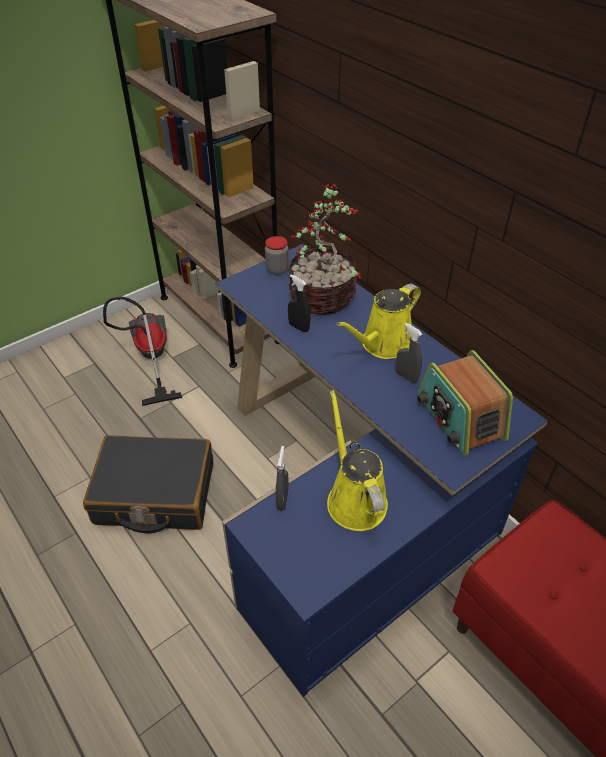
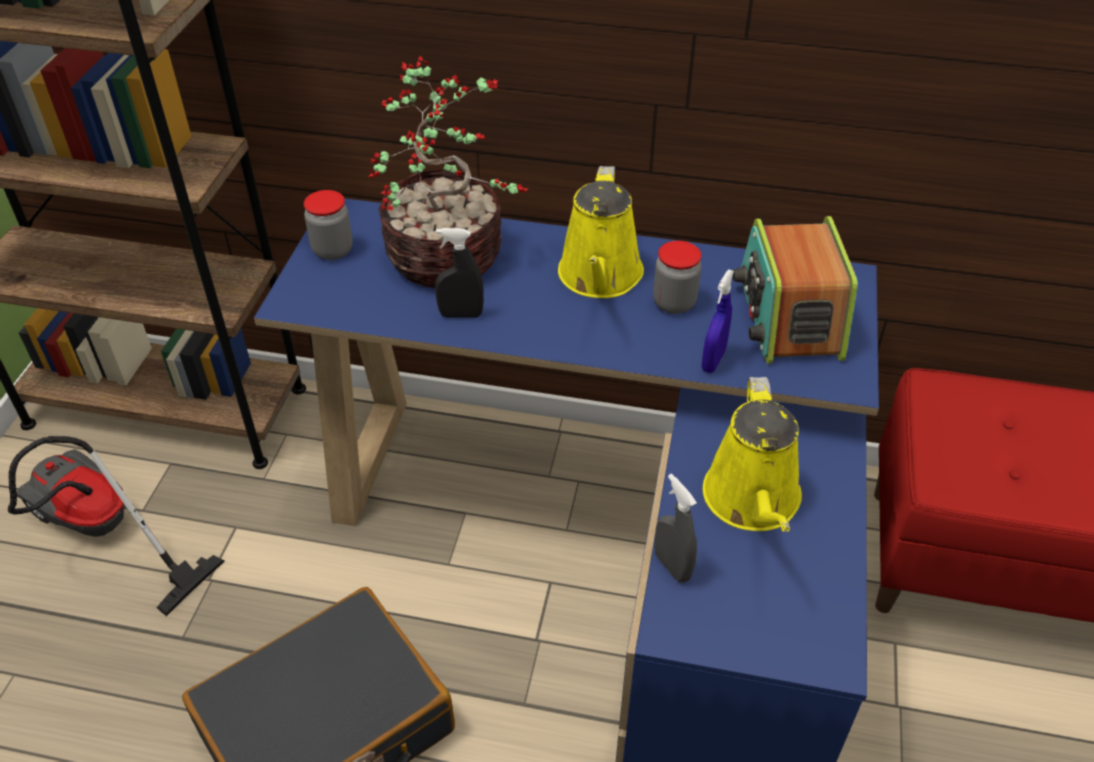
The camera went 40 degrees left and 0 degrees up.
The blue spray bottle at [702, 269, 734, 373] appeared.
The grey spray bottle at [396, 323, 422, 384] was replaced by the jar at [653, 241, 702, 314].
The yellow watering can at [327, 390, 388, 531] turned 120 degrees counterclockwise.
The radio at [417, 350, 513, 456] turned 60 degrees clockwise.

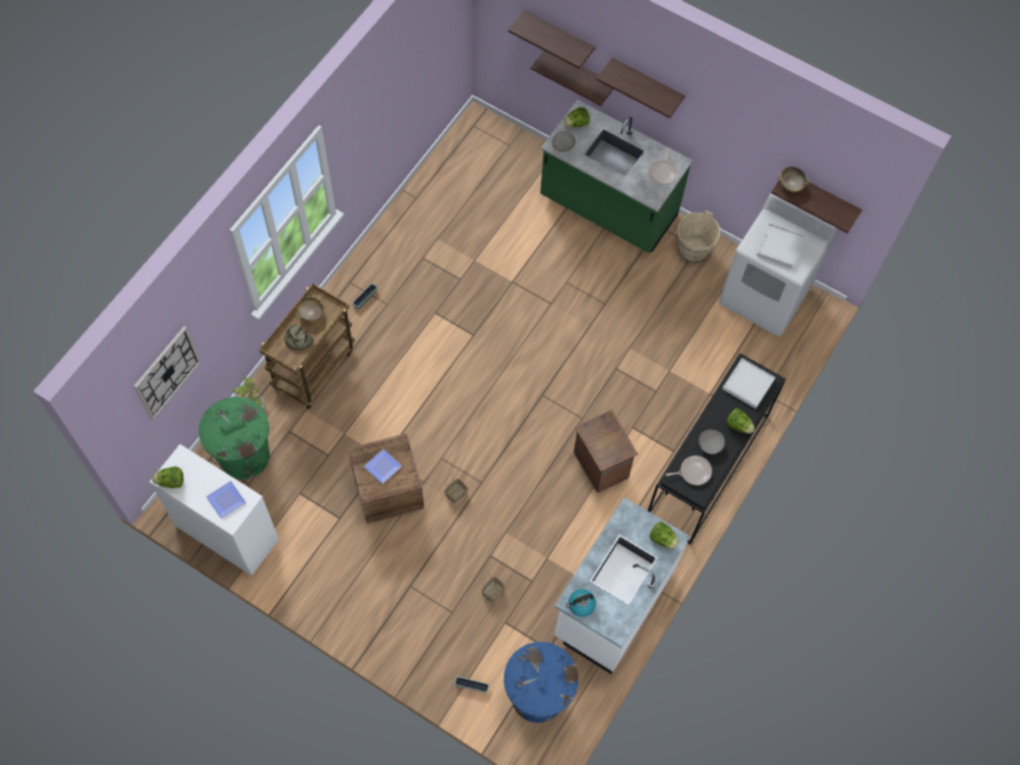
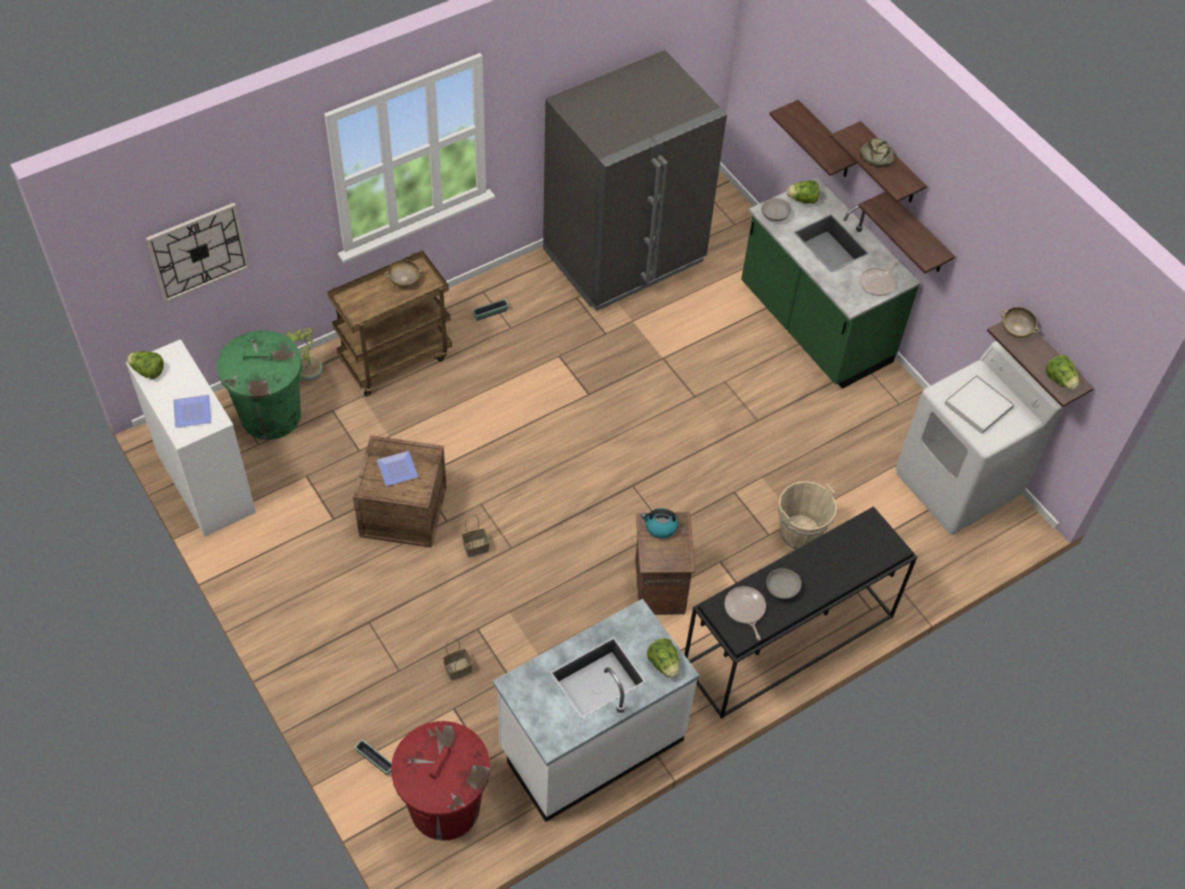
The camera went 25 degrees right and 10 degrees down.
The white tray at [722, 358, 776, 409] disappeared.
The grey fridge at [543, 50, 727, 311] appeared.
The bread moved from [284, 324, 314, 350] to [859, 138, 894, 167].
The shelf moved from [508, 10, 595, 69] to [859, 192, 955, 274].
The kettle moved from [566, 589, 596, 617] to [641, 508, 678, 539].
The beige bucket moved from [677, 211, 720, 263] to [778, 481, 837, 549].
The lettuce moved from [726, 408, 755, 434] to [1046, 355, 1079, 390].
The blue trash can at [504, 642, 579, 723] became the red trash can at [391, 721, 490, 841].
The frying pan at [665, 455, 712, 485] turned 120 degrees counterclockwise.

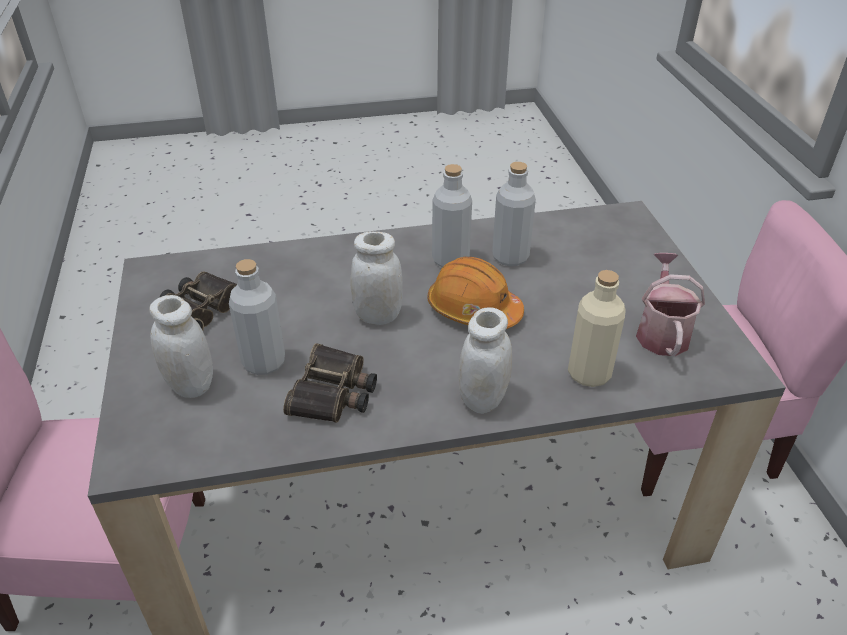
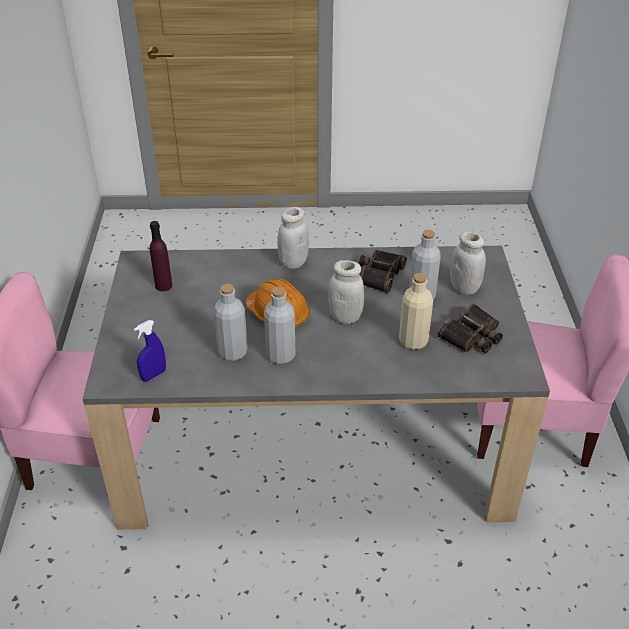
The camera went 170 degrees left and 0 degrees up.
The blue spray bottle at [134, 320, 166, 382] appeared.
The beige bottle moved from [568, 270, 626, 387] to [399, 273, 433, 350].
The watering can at [636, 253, 705, 356] was replaced by the purple bottle at [150, 221, 172, 291].

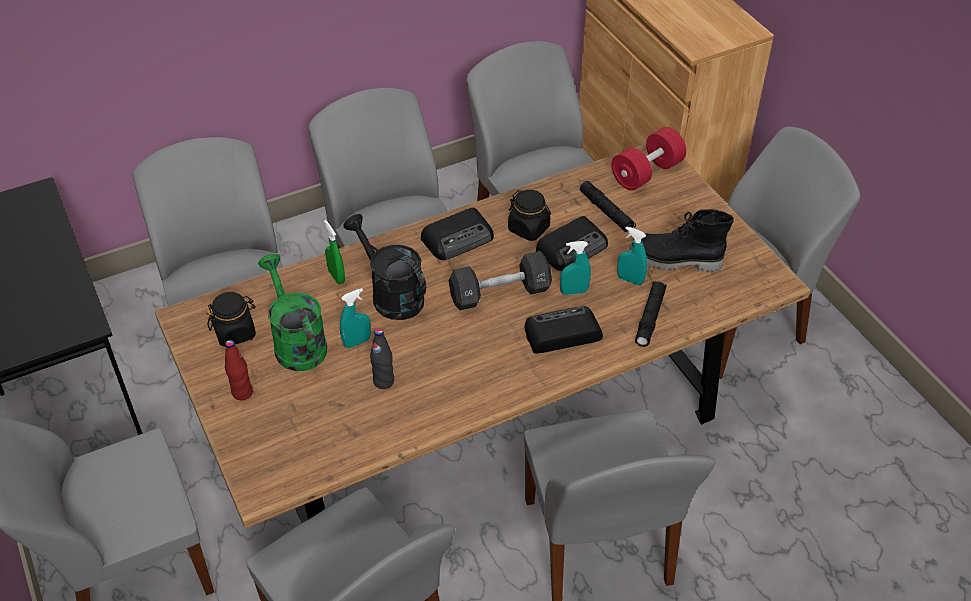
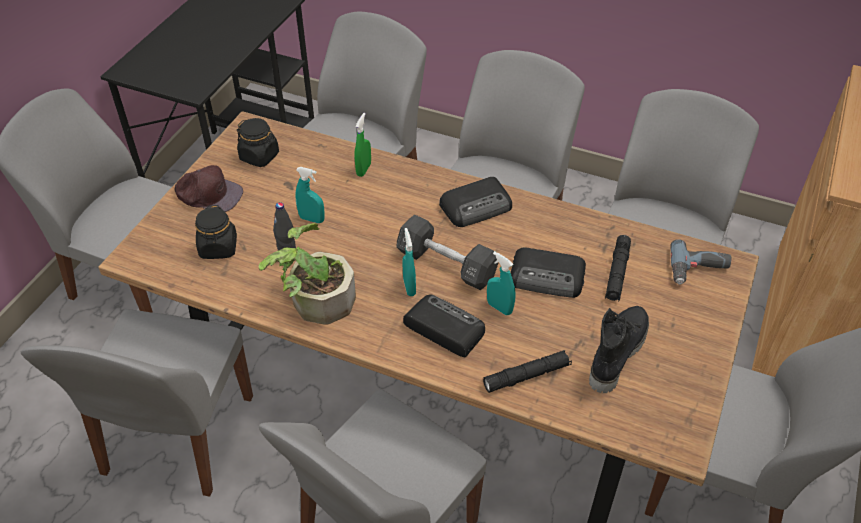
The camera went 50 degrees right and 0 degrees up.
The green watering can at [258, 254, 327, 371] disappeared.
The black watering can at [343, 214, 426, 320] disappeared.
The potted plant at [259, 223, 356, 325] appeared.
The black jar moved from [508, 190, 551, 241] to [195, 205, 237, 259].
The turquoise spray bottle moved from [617, 226, 647, 285] to [402, 228, 416, 296].
The red bottle at [225, 340, 253, 400] was replaced by the brown cap at [175, 165, 243, 212].
The red dumbbell at [612, 127, 686, 190] was replaced by the power drill at [670, 239, 731, 284].
The radio at [421, 208, 494, 260] turned 45 degrees counterclockwise.
The black boot at [629, 209, 734, 272] turned 60 degrees clockwise.

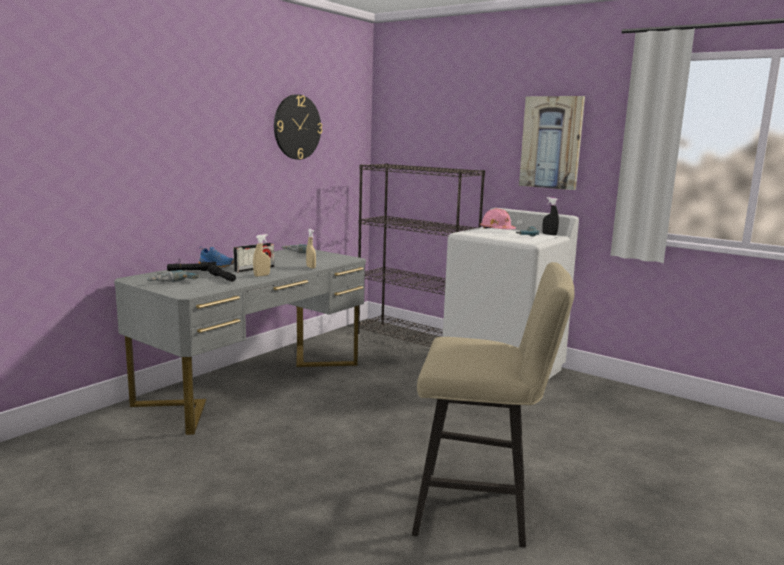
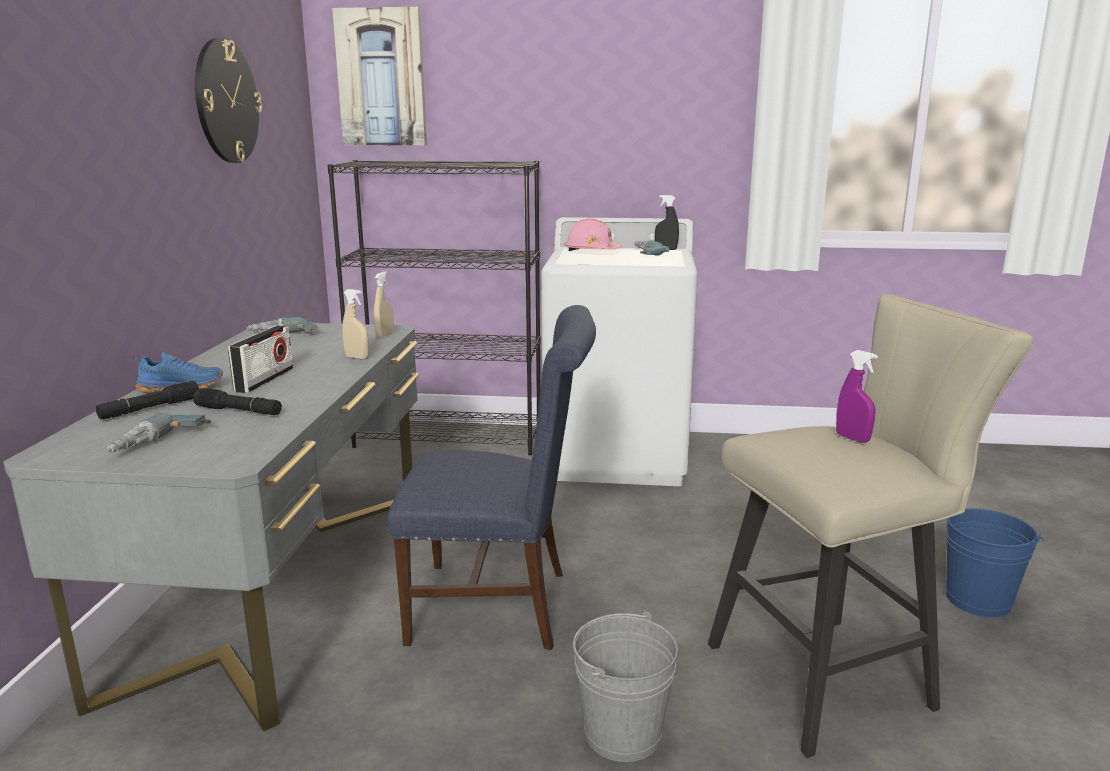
The camera went 30 degrees left and 5 degrees up.
The blue chair at [387, 305, 596, 650] appeared.
The grey bucket at [573, 611, 678, 762] appeared.
The purple spray bottle at [836, 350, 878, 443] appeared.
The blue bucket at [946, 508, 1044, 617] appeared.
The beige spray bottle moved from [253, 234, 271, 277] to [374, 271, 394, 338].
The picture moved from [519, 96, 585, 190] to [332, 7, 427, 145].

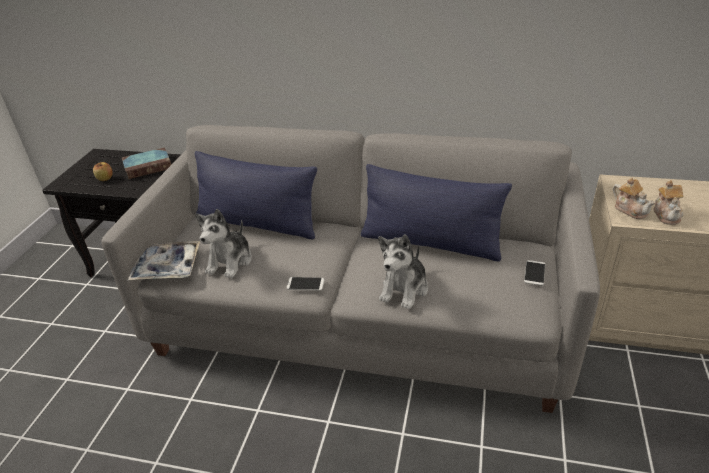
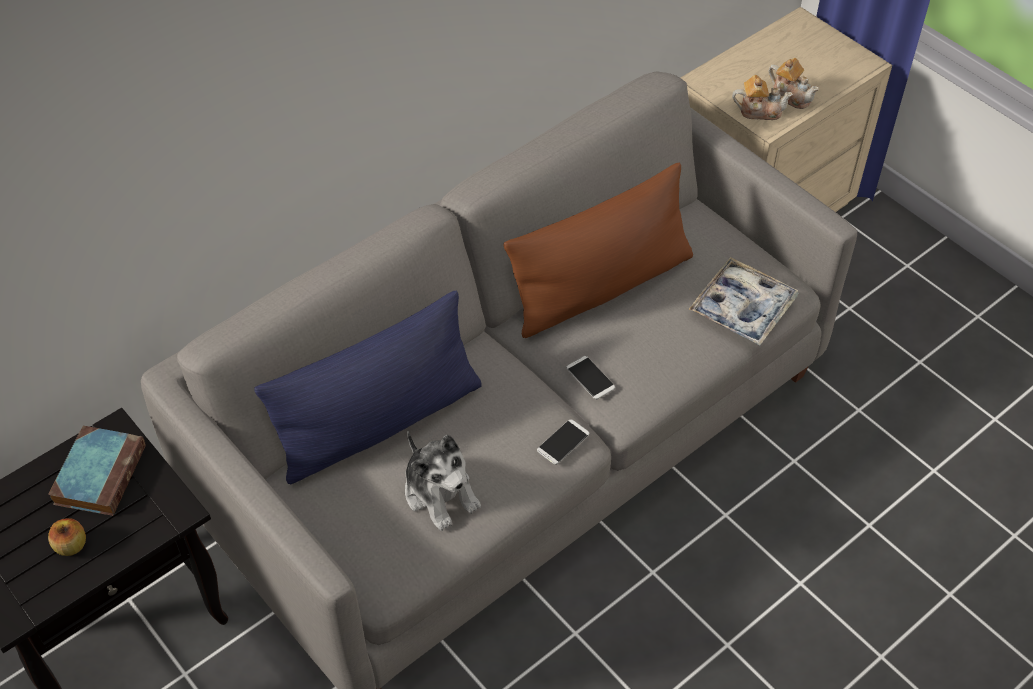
The camera went 55 degrees left and 15 degrees up.
The plush toy at [378, 235, 428, 309] disappeared.
The tray moved from [128, 241, 200, 280] to [688, 257, 799, 345].
The phone moved from [524, 260, 545, 286] to [566, 356, 615, 399].
The blue pillow at [361, 164, 512, 262] became the brown pillow at [503, 163, 693, 338].

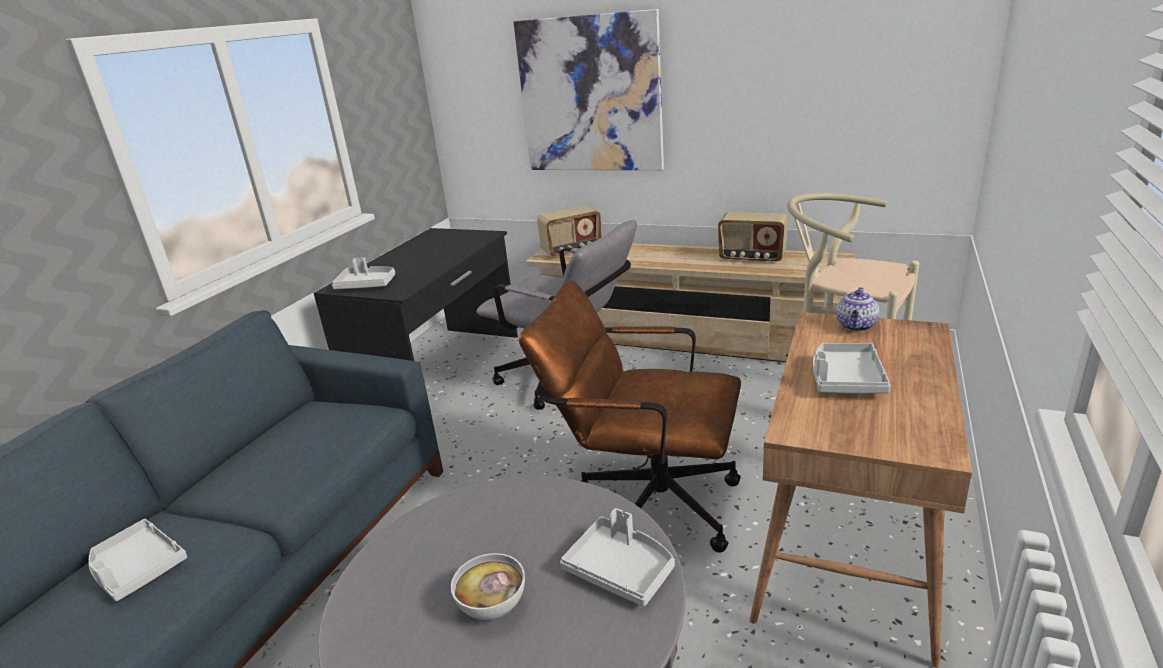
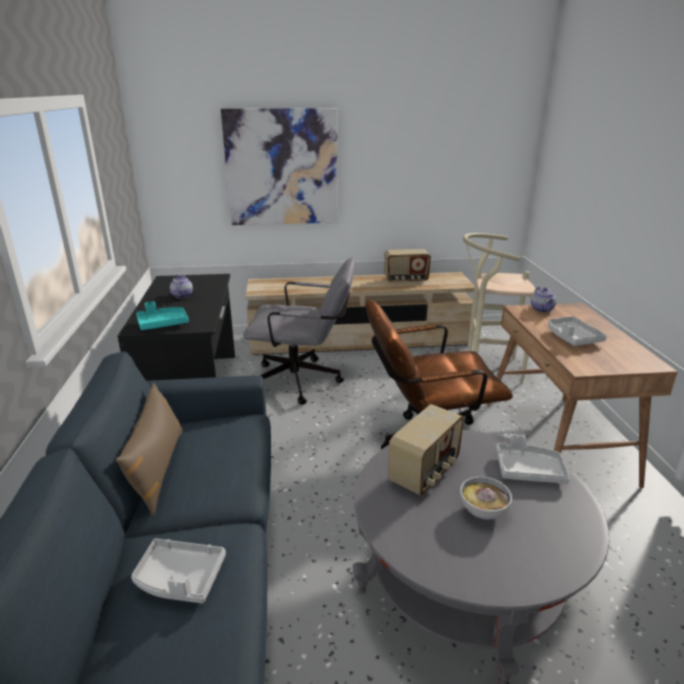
The camera went 30 degrees left and 0 degrees up.
The brown pillow at [116, 383, 183, 515] appeared.
The teapot at [170, 275, 193, 298] appeared.
The radio moved from [537, 206, 602, 258] to [388, 404, 464, 496].
The grey tray at [332, 257, 396, 289] became the turquoise tray at [136, 301, 189, 330].

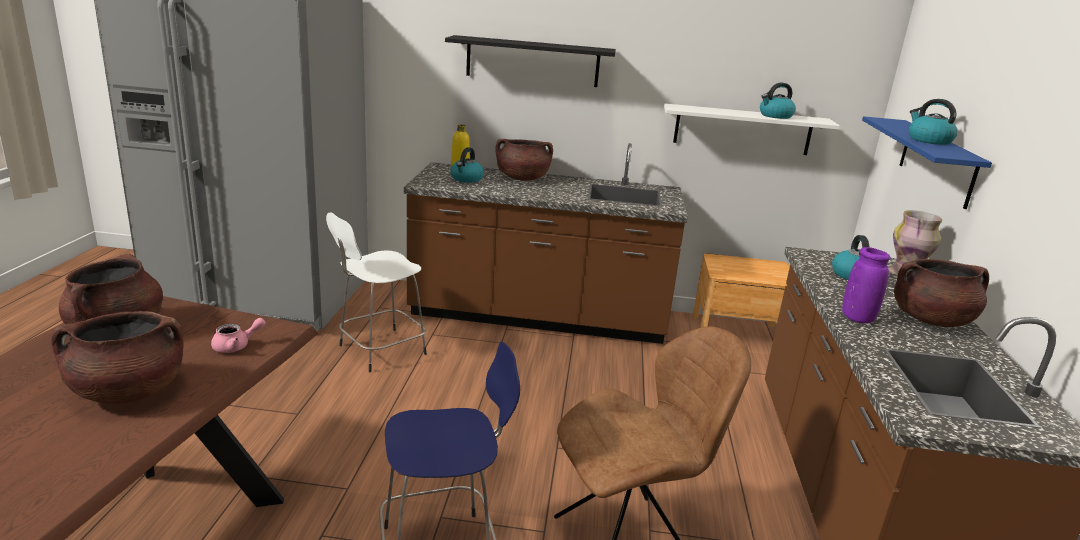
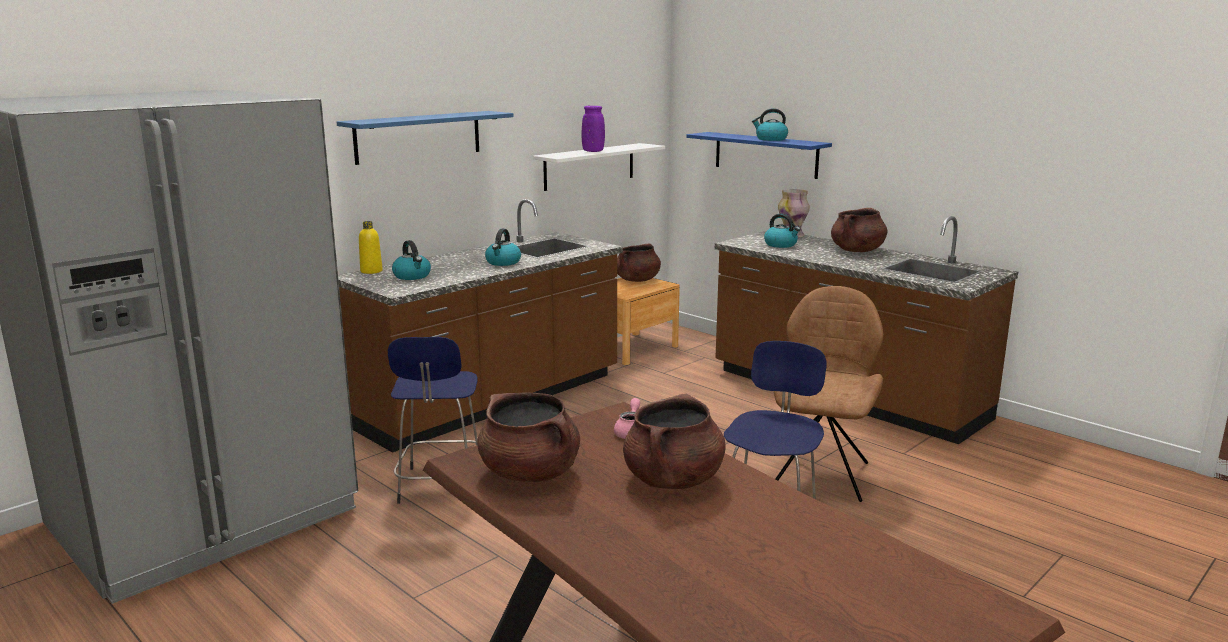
The camera went 50 degrees left and 5 degrees down.
The brown cooking pot moved from [495, 139, 553, 181] to [617, 244, 661, 282].
The kettle moved from [760, 82, 796, 119] to [485, 229, 521, 266].
The purple vase moved from [842, 247, 891, 323] to [582, 106, 605, 152].
The white stool at [326, 212, 427, 372] became the blue stool at [388, 337, 478, 504].
The black shelf at [445, 35, 616, 87] became the blue shelf at [337, 111, 513, 165].

